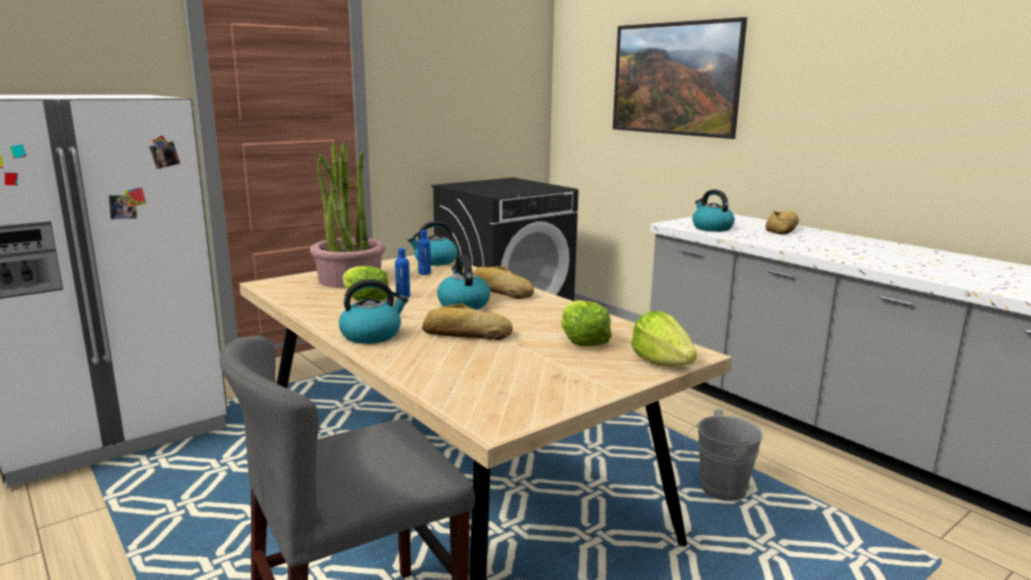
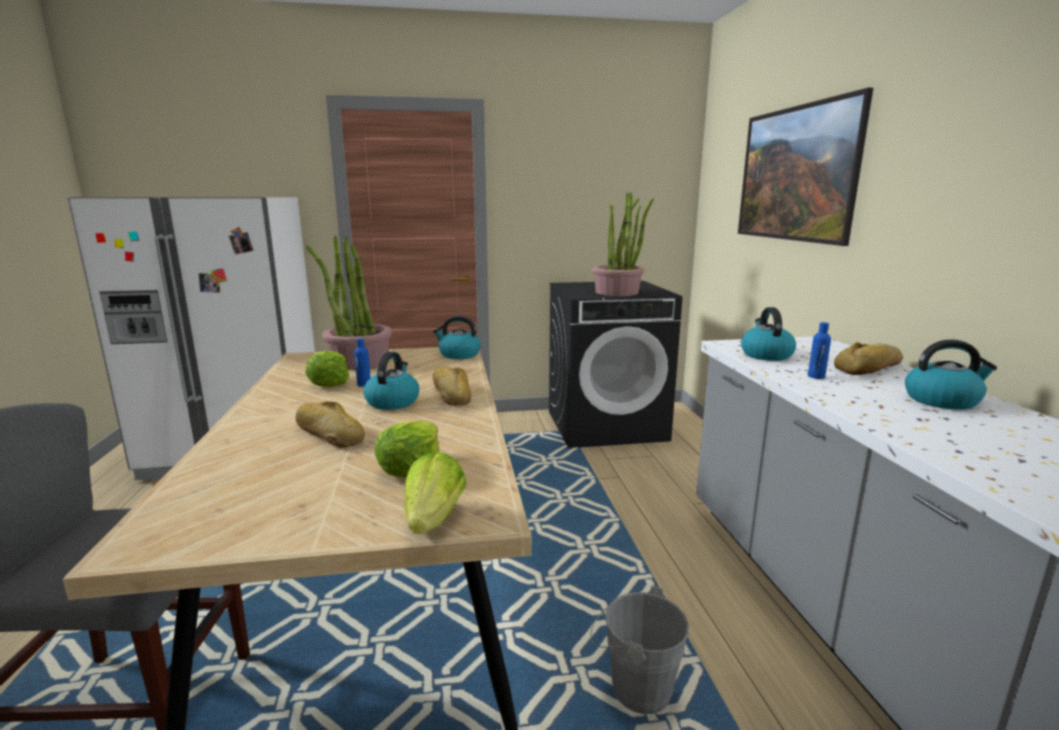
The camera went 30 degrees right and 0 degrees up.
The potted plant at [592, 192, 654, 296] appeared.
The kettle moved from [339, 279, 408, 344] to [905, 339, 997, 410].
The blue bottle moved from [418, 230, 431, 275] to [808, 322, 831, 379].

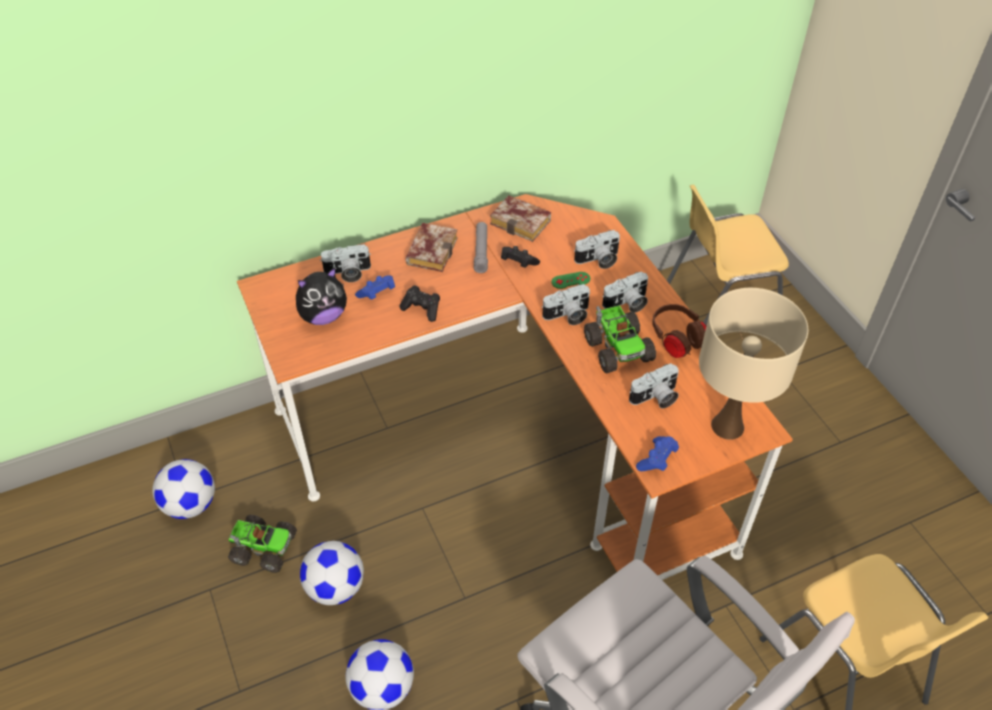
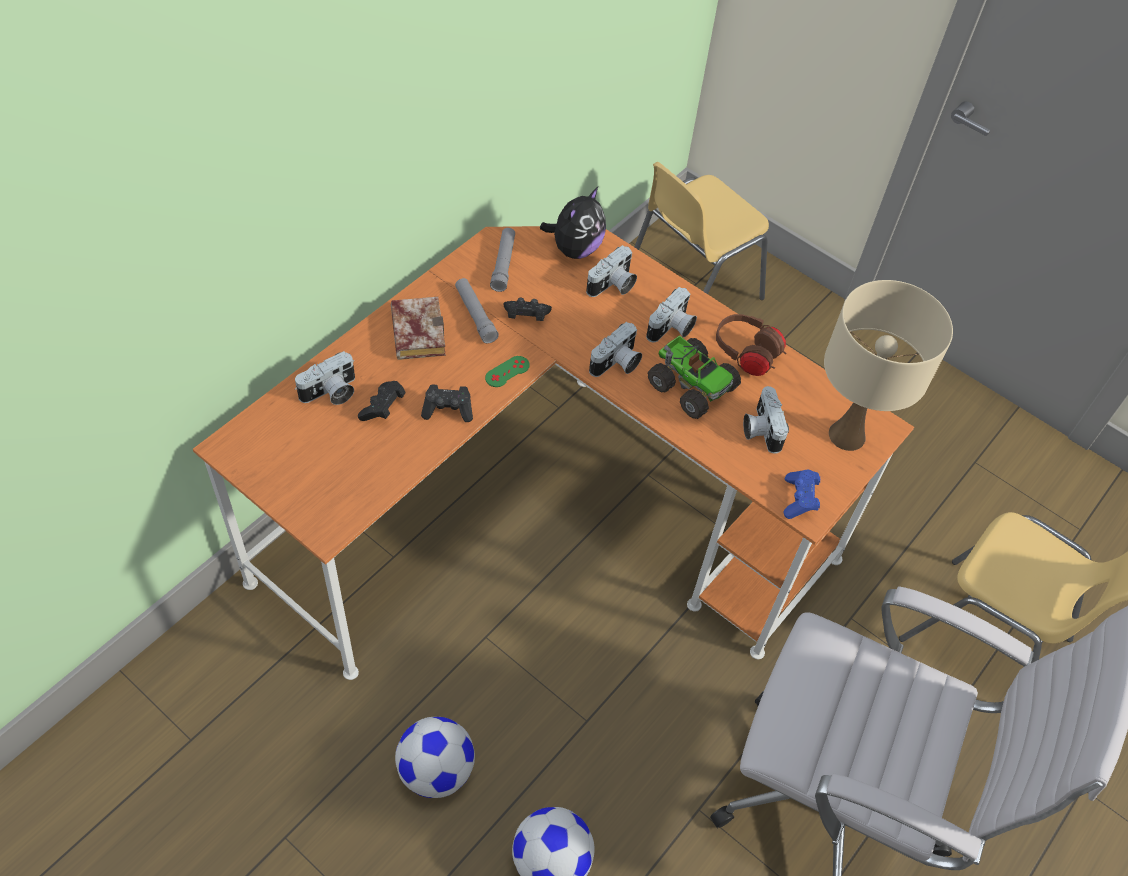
The camera went 30 degrees left and 5 degrees up.
The football at [152, 459, 215, 519] disappeared.
The toy truck at [228, 515, 297, 573] disappeared.
The plush toy moved from [296, 268, 347, 325] to [540, 187, 606, 259].
The green game controller moved from [552, 272, 590, 289] to [485, 356, 530, 387].
The book at [490, 195, 551, 242] was replaced by the grey flashlight at [490, 228, 515, 292].
The blue game controller at [355, 275, 395, 300] became the black game controller at [358, 381, 406, 421].
The photo camera at [629, 363, 679, 409] turned 135 degrees clockwise.

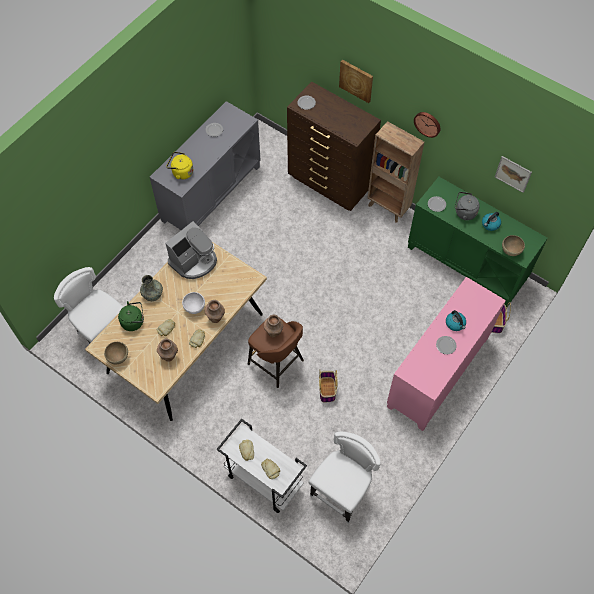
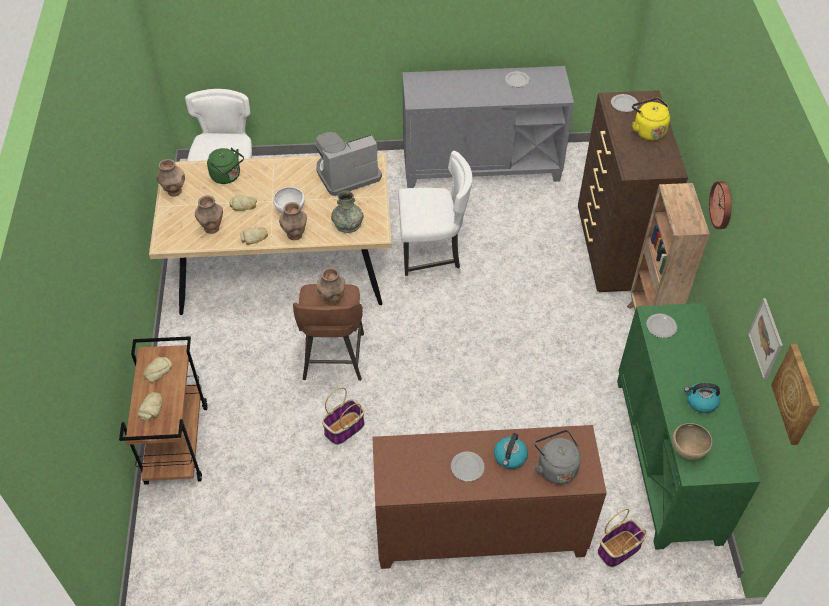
The camera went 50 degrees right and 10 degrees down.
The grey vase moved from [140, 275, 163, 301] to [331, 191, 364, 233].
The yellow kettle moved from [167, 152, 193, 180] to [632, 97, 670, 141].
The white chair moved from [308, 432, 380, 524] to [398, 151, 473, 282].
The picture moved from [339, 60, 373, 103] to [771, 344, 820, 445].
The grey kettle moved from [455, 192, 480, 220] to [534, 430, 581, 484].
The brown bowl at [104, 342, 128, 364] was replaced by the brown vase at [156, 159, 185, 197].
The white cart at [216, 418, 307, 513] became the brown cart at [119, 336, 208, 485].
The pink cabinet at [387, 277, 506, 431] became the brown cabinet at [372, 425, 607, 569].
The coffee machine at [165, 221, 217, 279] turned 150 degrees clockwise.

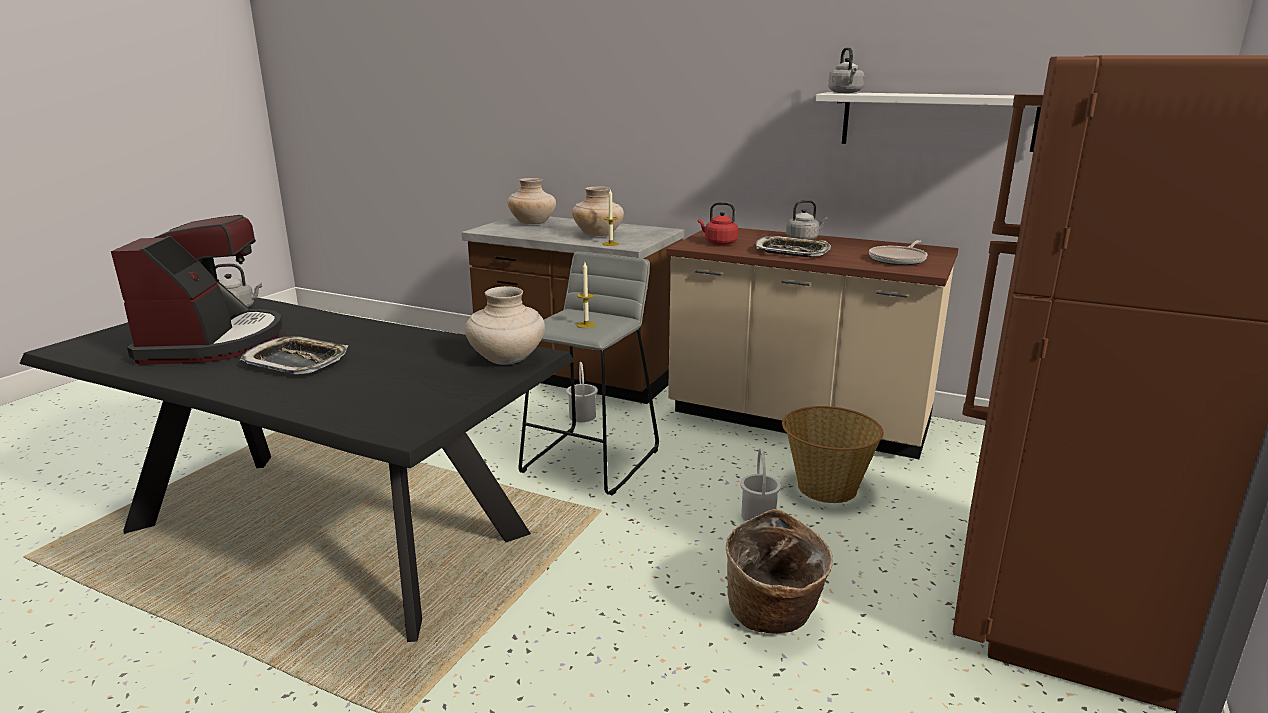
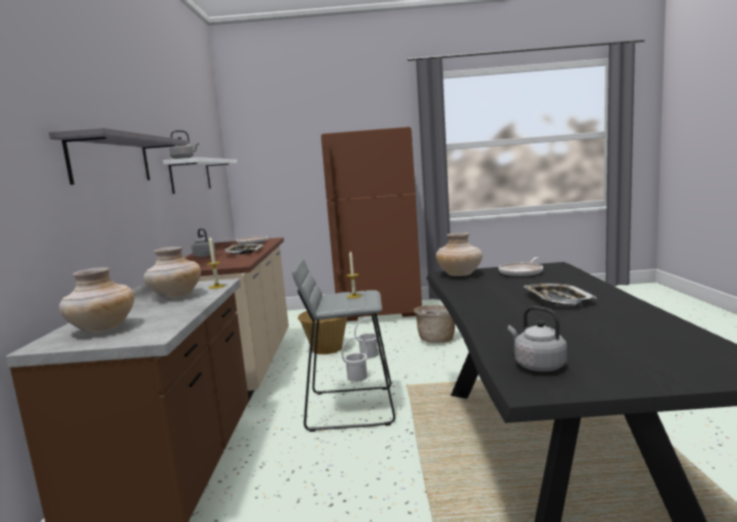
The camera went 115 degrees left and 10 degrees down.
The coffee machine at [111, 215, 283, 365] disappeared.
The red kettle at [698, 202, 738, 245] disappeared.
The grey shelf at [49, 128, 187, 185] appeared.
The frying pan at [498, 257, 543, 277] appeared.
The white bucket moved from [566, 362, 598, 422] to [342, 337, 368, 382].

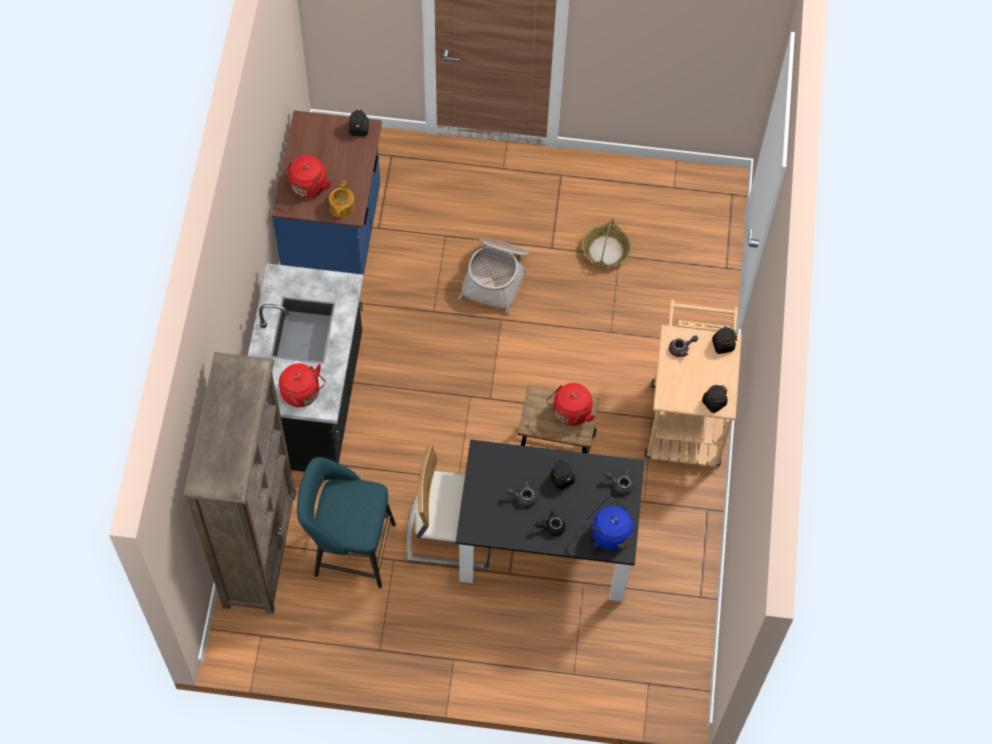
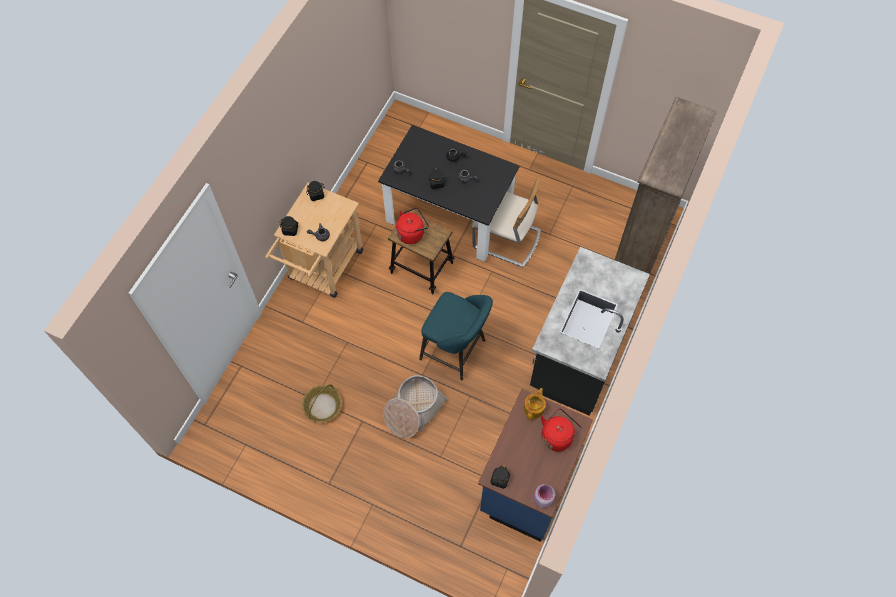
The camera went 160 degrees left and 0 degrees up.
The red kettle at [279, 363, 325, 407] disappeared.
The blue kettle at [586, 497, 633, 551] disappeared.
The pink jar at [534, 484, 555, 508] appeared.
The turquoise stool moved from [297, 457, 396, 588] to [419, 292, 493, 381].

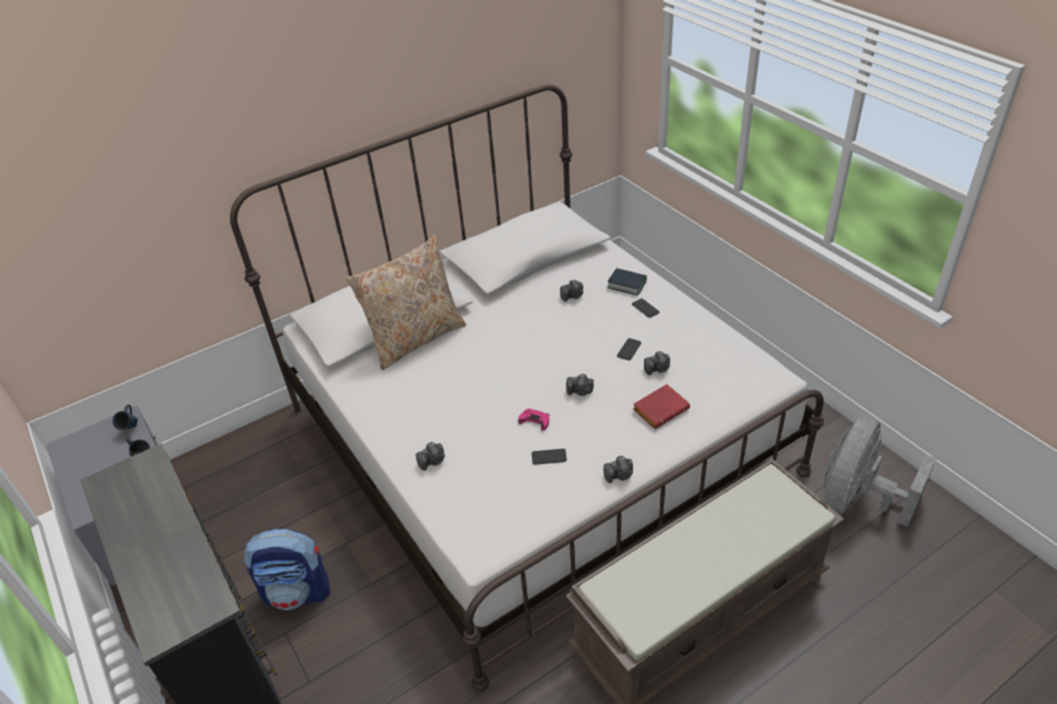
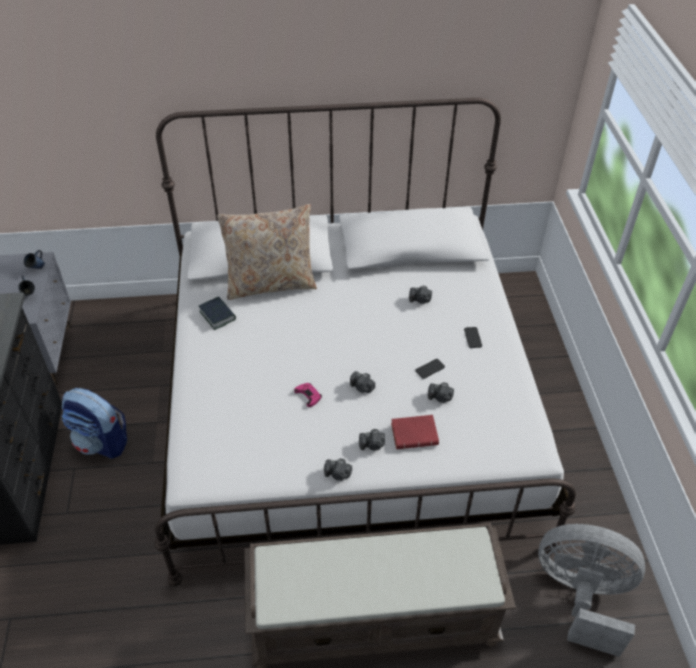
The camera went 25 degrees right and 5 degrees up.
The phone at [532, 449, 567, 465] disappeared.
The photo camera moved from [416, 442, 445, 471] to [359, 429, 385, 450].
The book moved from [607, 268, 647, 296] to [199, 296, 236, 330].
The grey fan at [822, 416, 937, 527] turned 45 degrees clockwise.

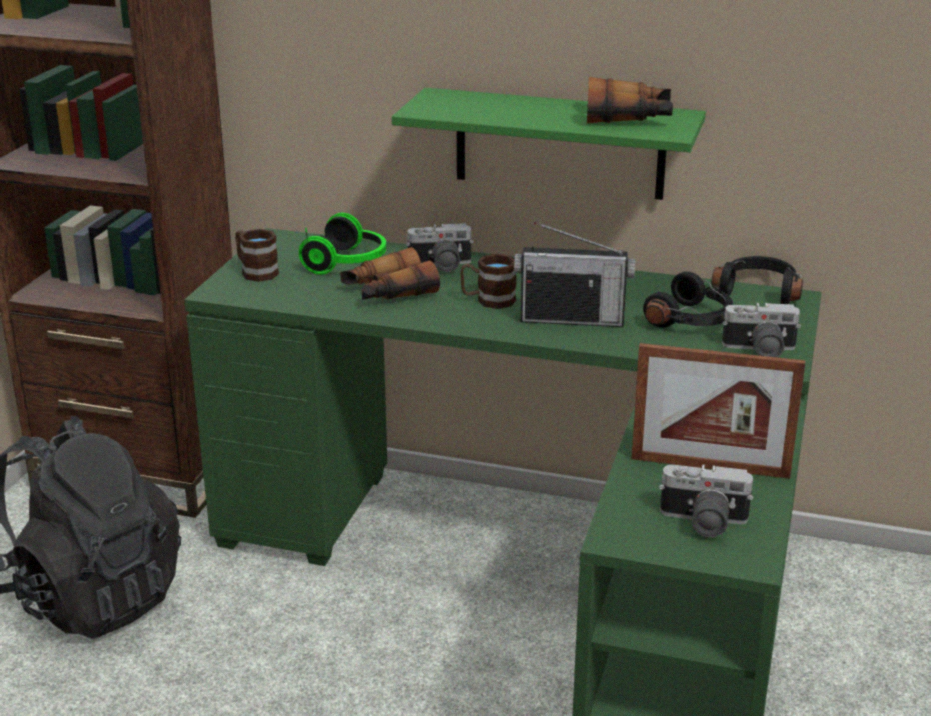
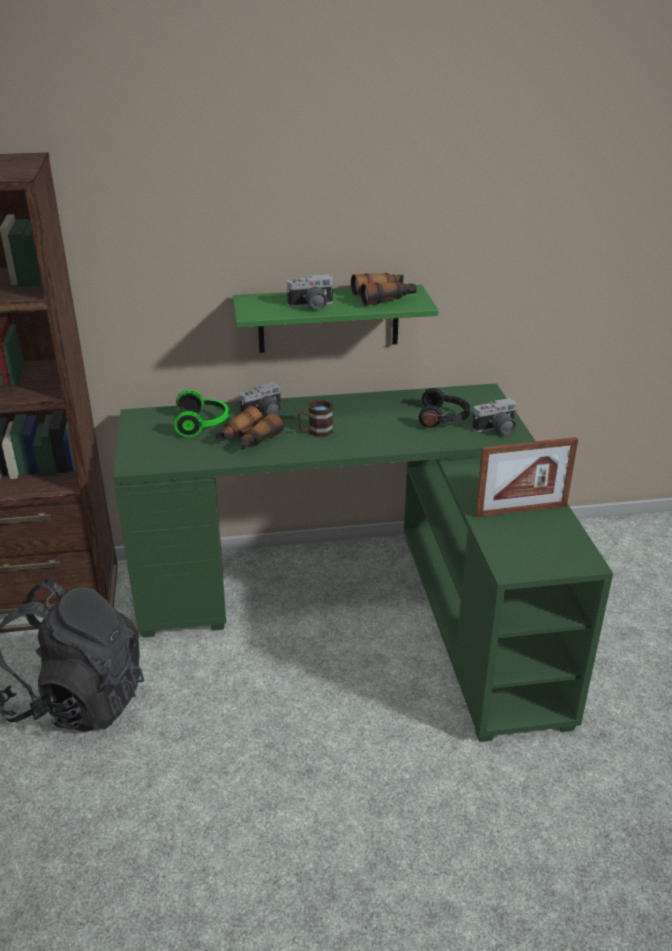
The camera went 25 degrees left and 5 degrees up.
The brown mug at [235, 229, 279, 282] disappeared.
The radio at [514, 222, 635, 327] disappeared.
The black headphones at [711, 256, 803, 304] disappeared.
The photo camera moved from [659, 464, 753, 537] to [287, 274, 335, 310].

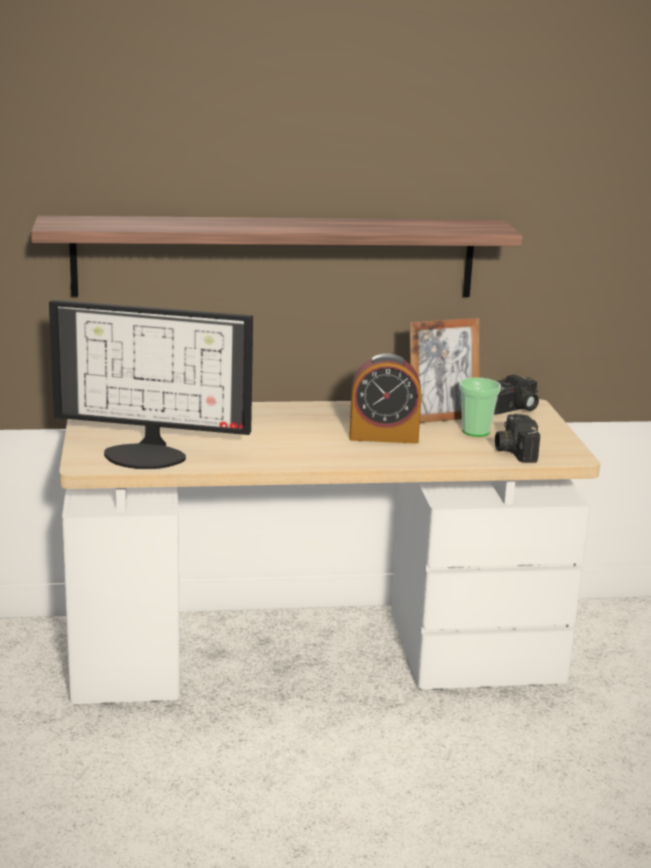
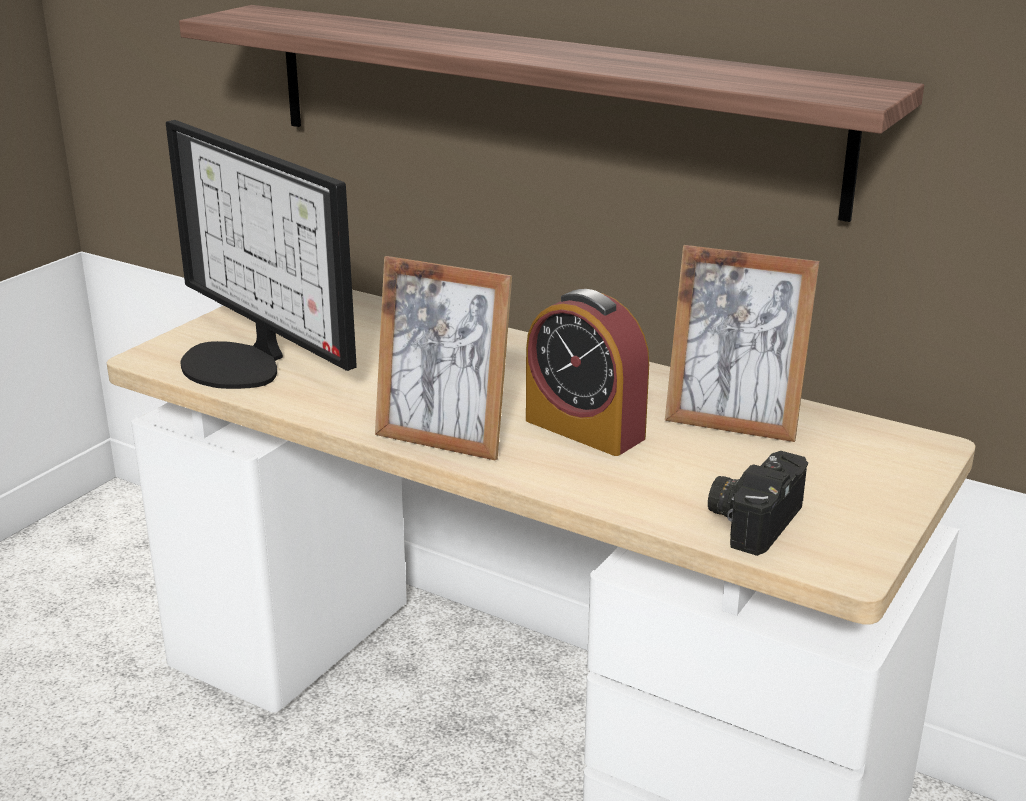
The camera went 40 degrees right and 5 degrees up.
The cup at [459, 377, 501, 437] disappeared.
The photo camera at [494, 374, 539, 414] disappeared.
The picture frame at [375, 256, 512, 461] appeared.

